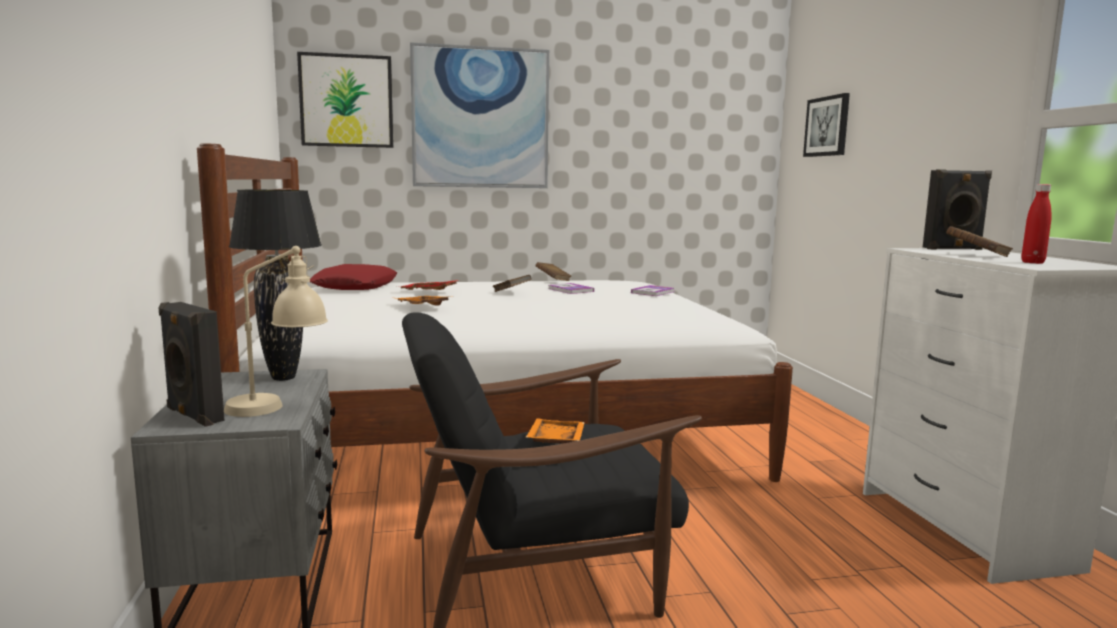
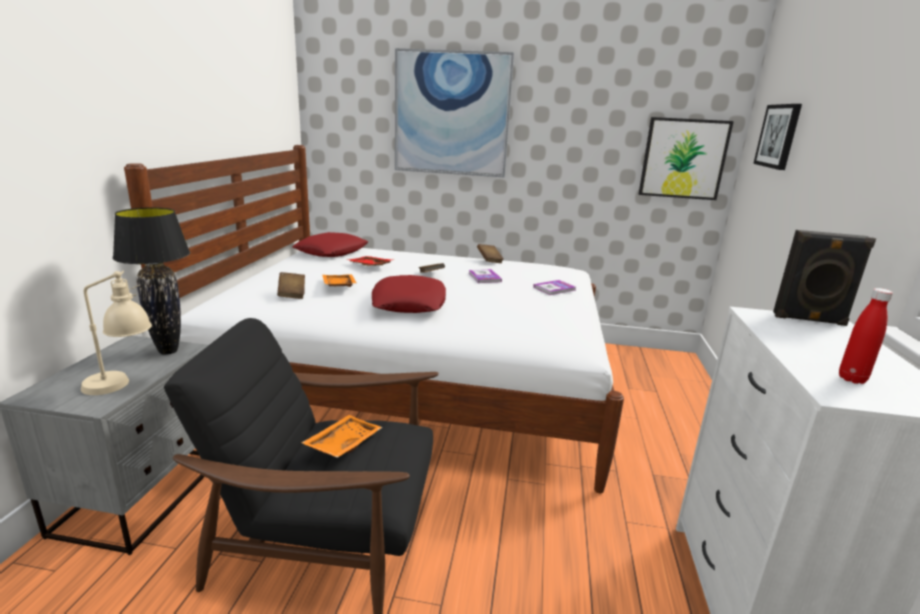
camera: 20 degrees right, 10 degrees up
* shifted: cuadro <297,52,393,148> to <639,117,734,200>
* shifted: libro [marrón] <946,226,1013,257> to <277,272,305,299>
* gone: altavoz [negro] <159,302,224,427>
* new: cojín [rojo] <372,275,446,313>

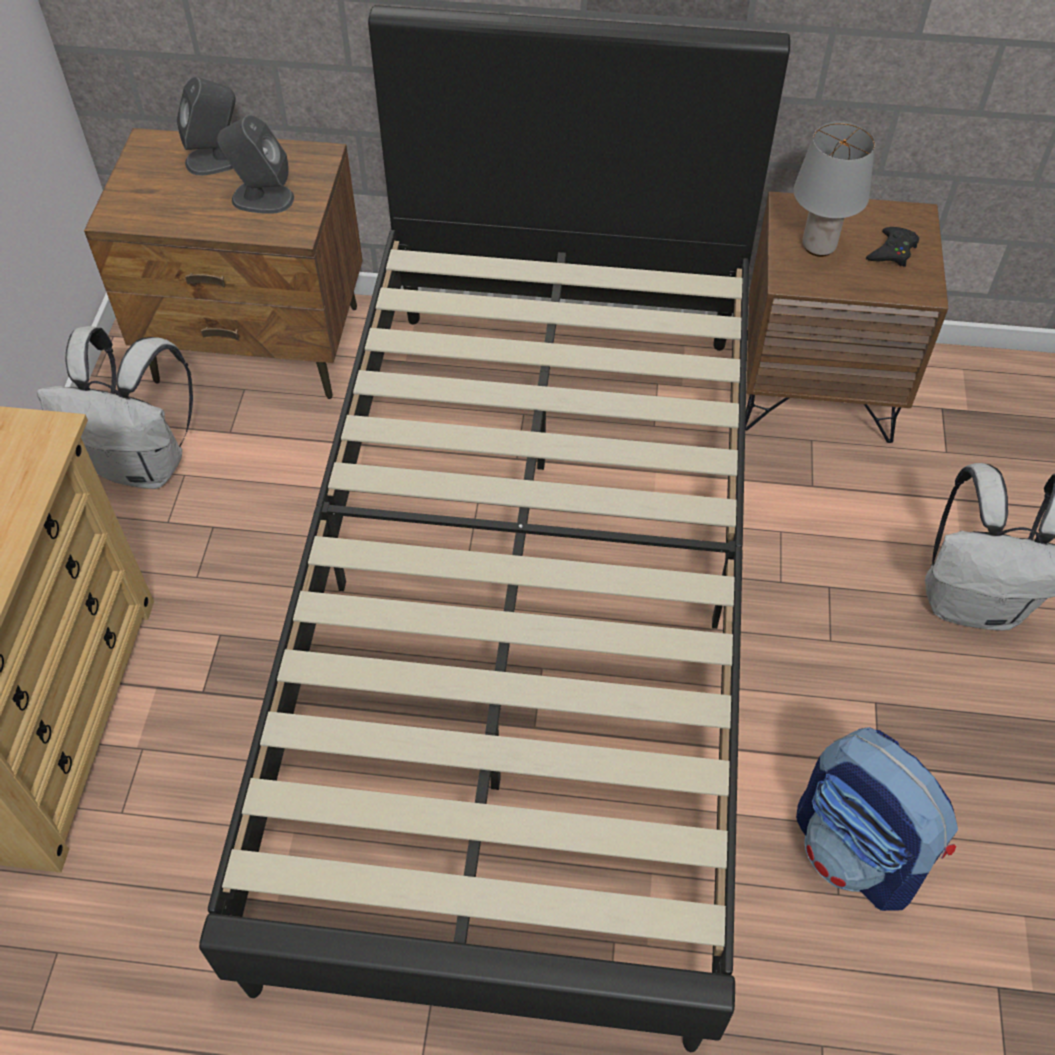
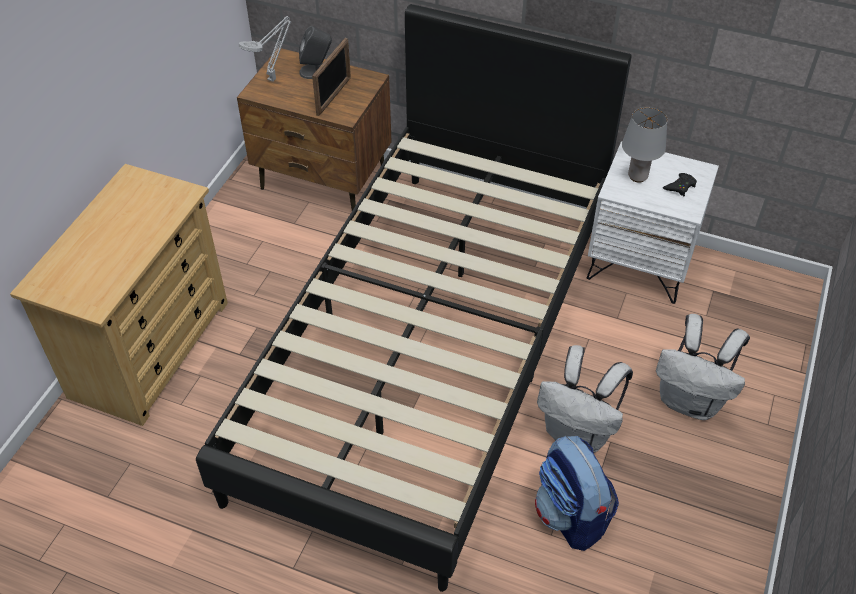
camera: 15 degrees right, 5 degrees down
* swapped: altavoz [gris] <216,115,294,214> to portarretratos <312,38,351,116>
* repainted: mesita de noche [marrón] <745,192,948,443> to mesita de noche [blanco] <587,141,719,304>
* shifted: mochila [blanco] <37,326,193,489> to <537,345,633,453>
* new: lámpara de mesa [gris] <239,16,291,82>

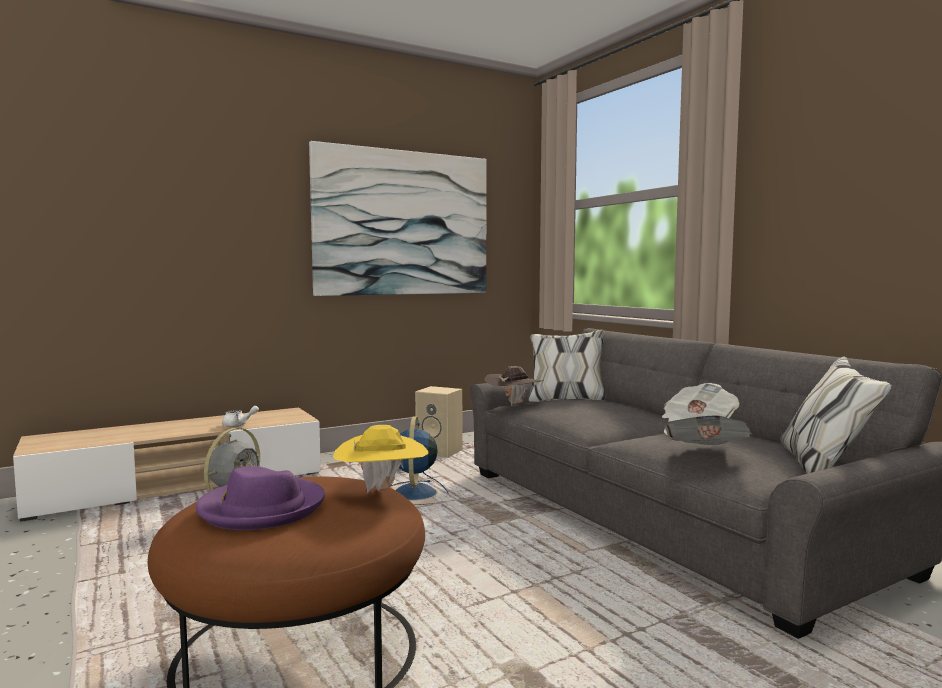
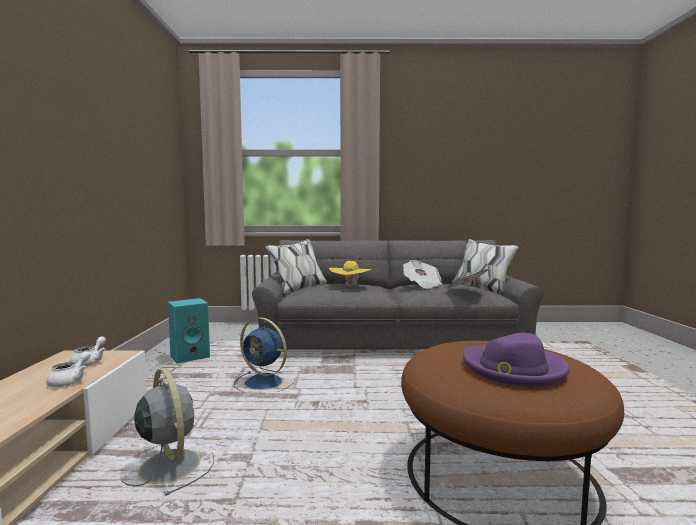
camera: 60 degrees left, 0 degrees up
* gone: cuadro <309,141,487,296>
* gone: sombrero [marrón] <484,366,544,406>
* repainted: altavoz [beis] <415,386,462,458> to altavoz [turquesa] <168,298,210,364>
* shifted: sombrero [amarillo] <333,425,428,493> to <329,261,372,287>
* new: tetera [blanco] <70,336,106,366>

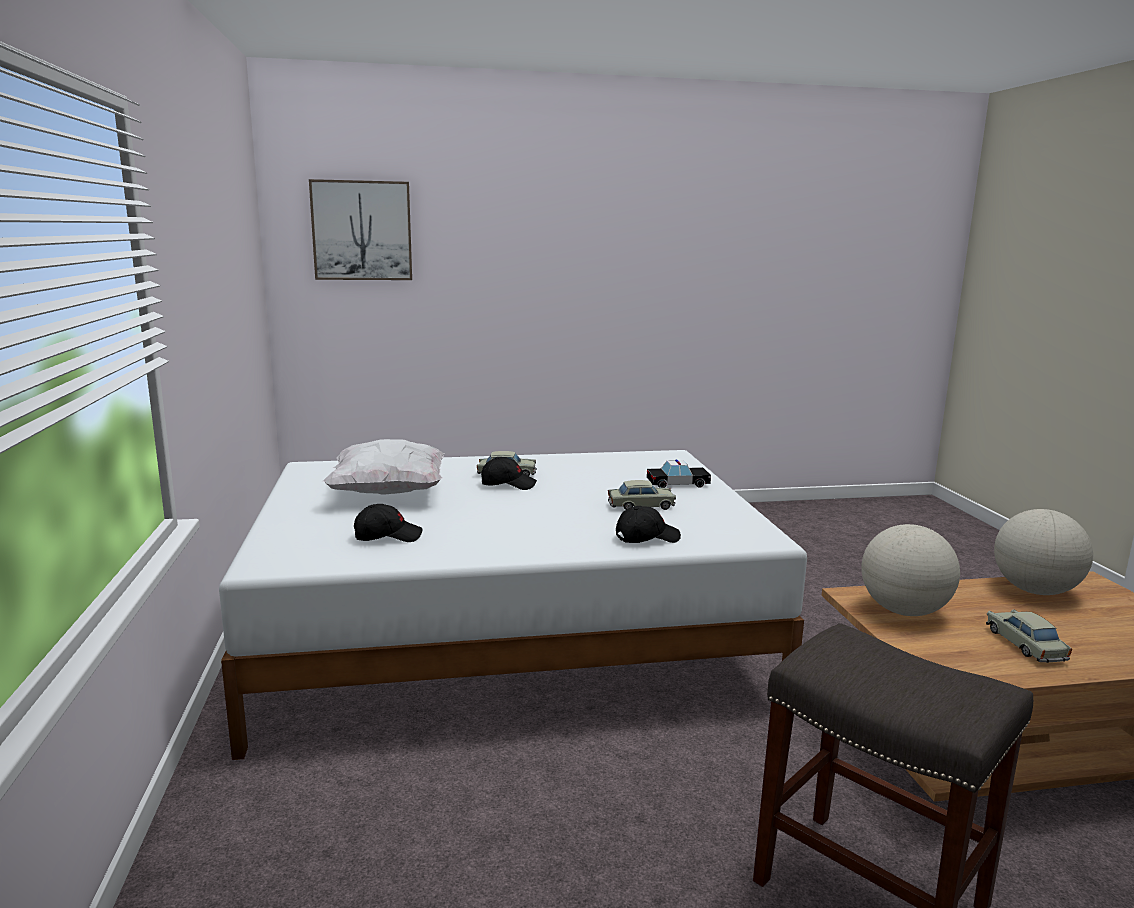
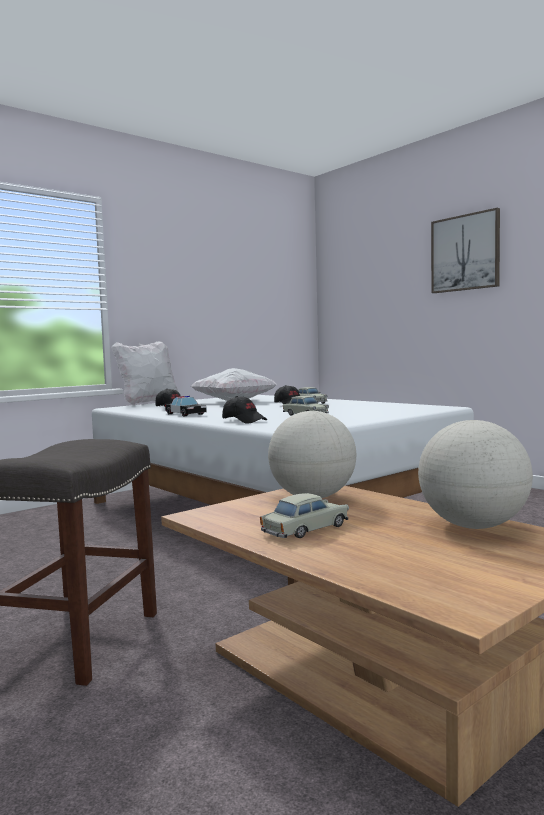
camera: 60 degrees right, 10 degrees down
* shifted: cuadro <309,179,412,280> to <431,208,500,293>
* shifted: coche de juguete <647,459,711,488> to <165,396,207,416>
* new: cojín [blanco] <111,341,178,406>

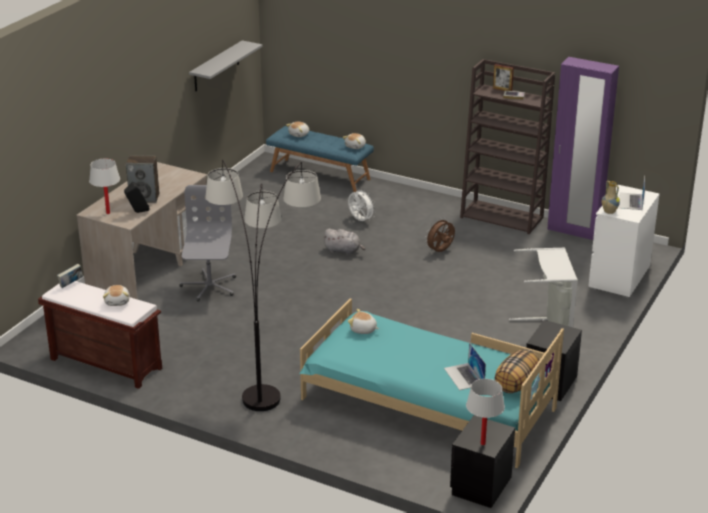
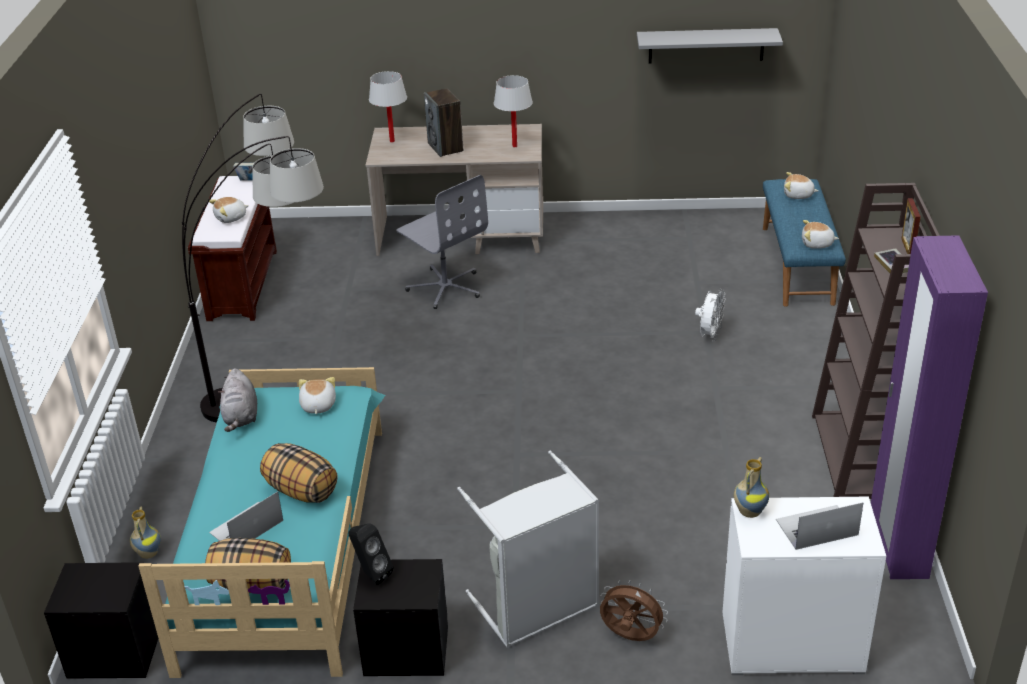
camera: 65 degrees right, 5 degrees up
* shifted: altavoz [negro] <124,182,150,213> to <349,523,393,585>
* rotated: silla de oficina [gris] <179,185,236,302> = <396,175,488,309> 75 degrees clockwise
* shifted: ventilador [marrón] <425,218,455,252> to <600,580,668,641>
* shifted: peluche [gris] <323,228,365,255> to <218,368,257,432>
* shifted: lámpara de mesa [blanco] <466,379,505,445> to <494,75,533,147>
* new: cojín <260,443,337,503>
* new: florero <130,507,161,559>

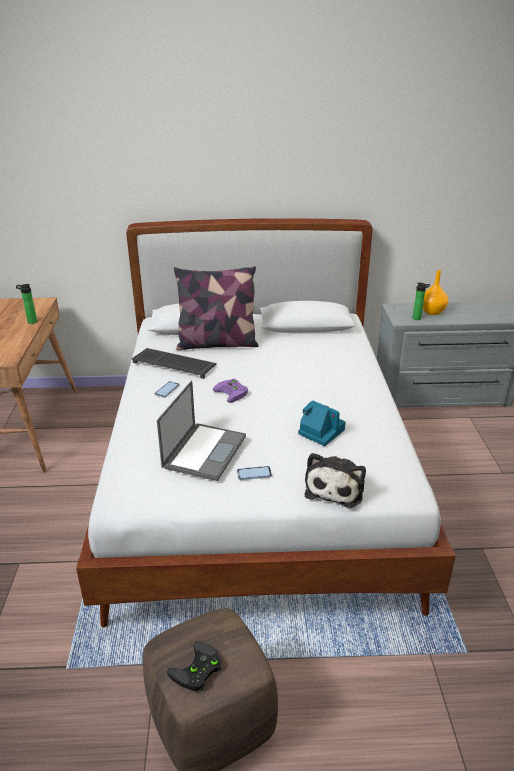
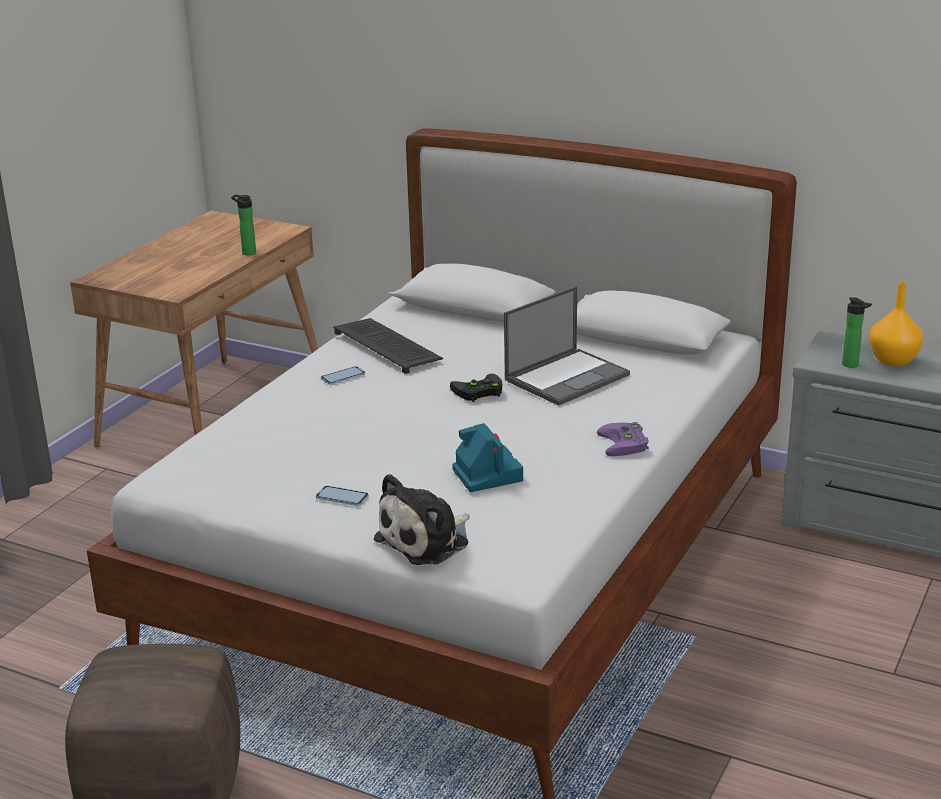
camera: 30 degrees right, 5 degrees down
* gone: cojín <174,266,259,350>
* shifted: mando de consola [morado] <213,378,248,403> to <597,422,649,456>
* shifted: portátil <157,381,246,481> to <504,286,630,406>
* shifted: mando de consola [negro] <167,641,221,691> to <450,374,502,402>

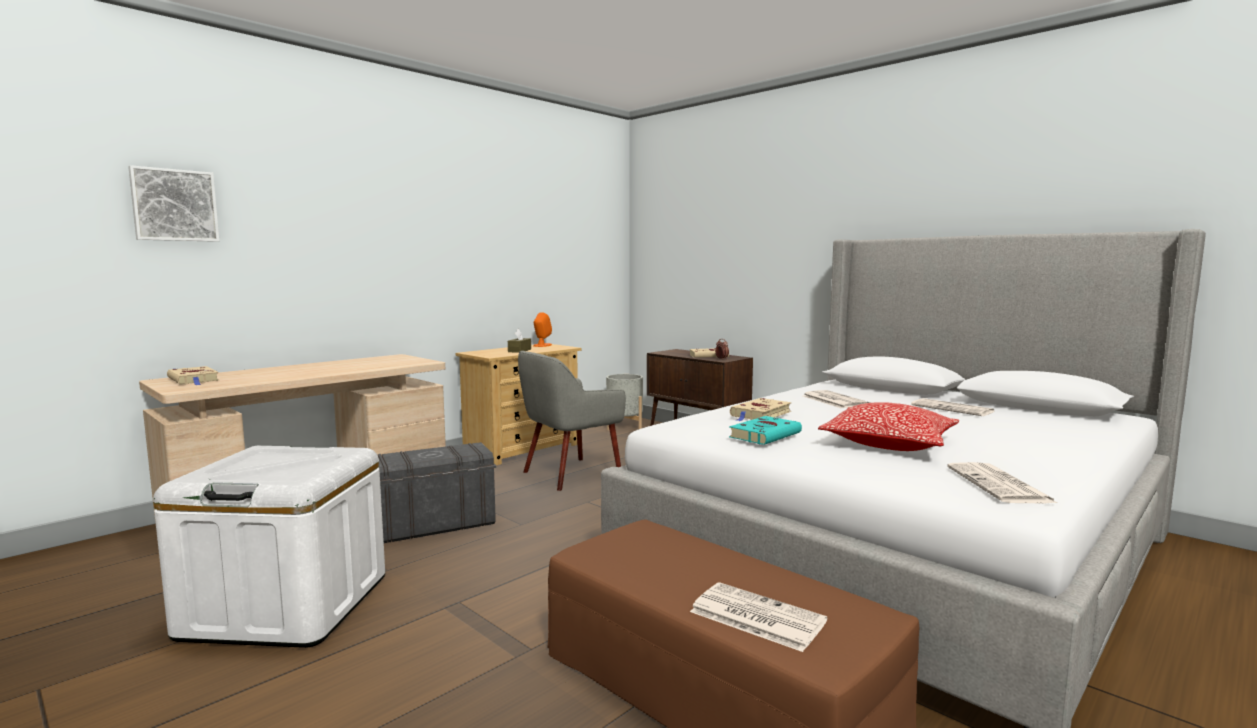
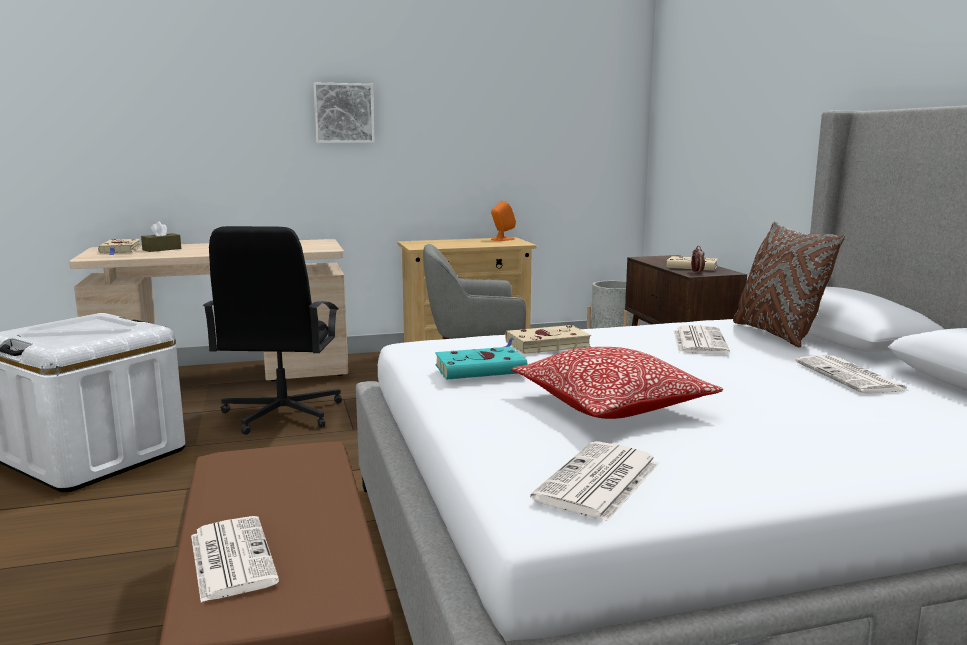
camera: 30 degrees right, 5 degrees up
* shifted: cuadro <128,165,219,242> to <313,83,375,143>
* shifted: caja de pañuelos [marrón] <508,329,531,353> to <141,221,181,252>
* swapped: caja de almacenaje [gris] <378,442,497,543> to silla de oficina [negro] <203,226,342,435>
* new: cojín [marrón] <733,221,845,347>

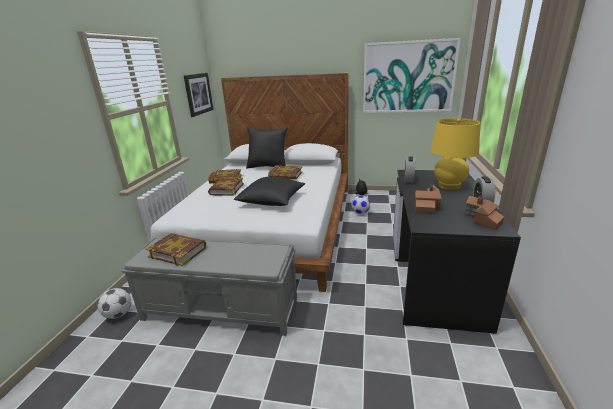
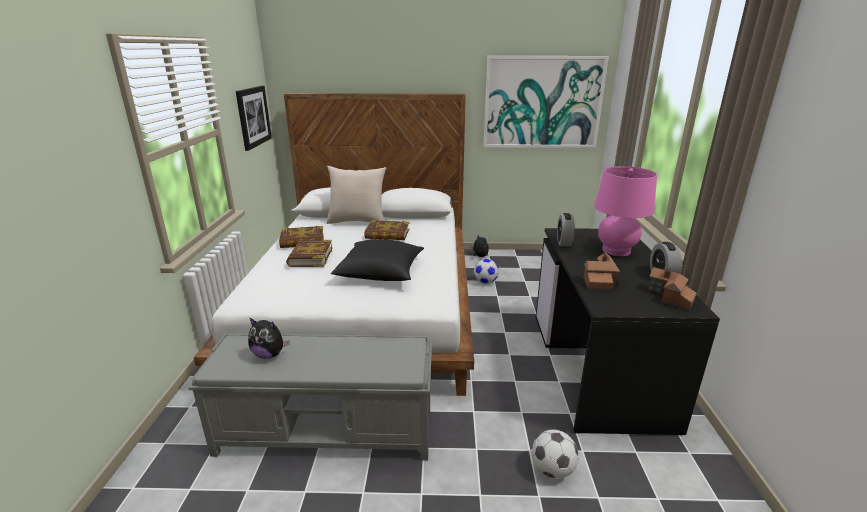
camera: 10 degrees left, 0 degrees up
* repainted: lámpara de mesa [amarillo] <431,118,480,190> to lámpara de mesa [rosa] <594,166,657,256>
* repainted: cojín [negro] <246,127,288,168> to cojín [beis] <327,166,386,224>
* swapped: libro <146,233,206,266> to peluche <248,318,290,359>
* shifted: balón de fútbol <98,288,131,319> to <532,430,579,479>

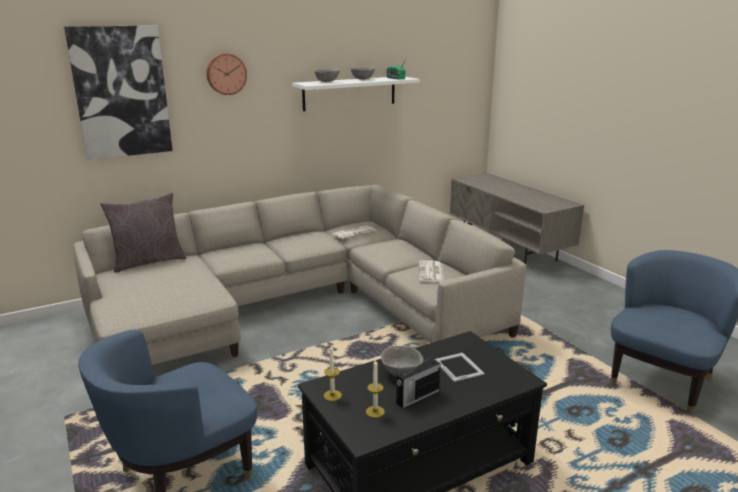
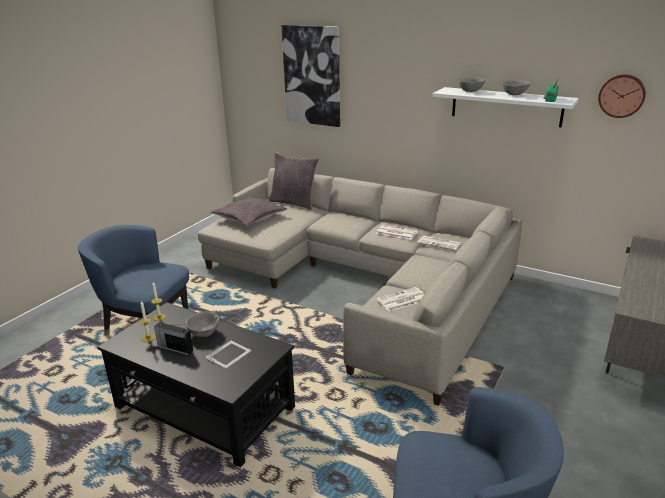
camera: 60 degrees right, 5 degrees up
* shifted: reloj de pared <206,53,247,95> to <598,74,646,118>
* new: cojín [gris] <211,196,287,226>
* new: periódico <377,224,418,240>

